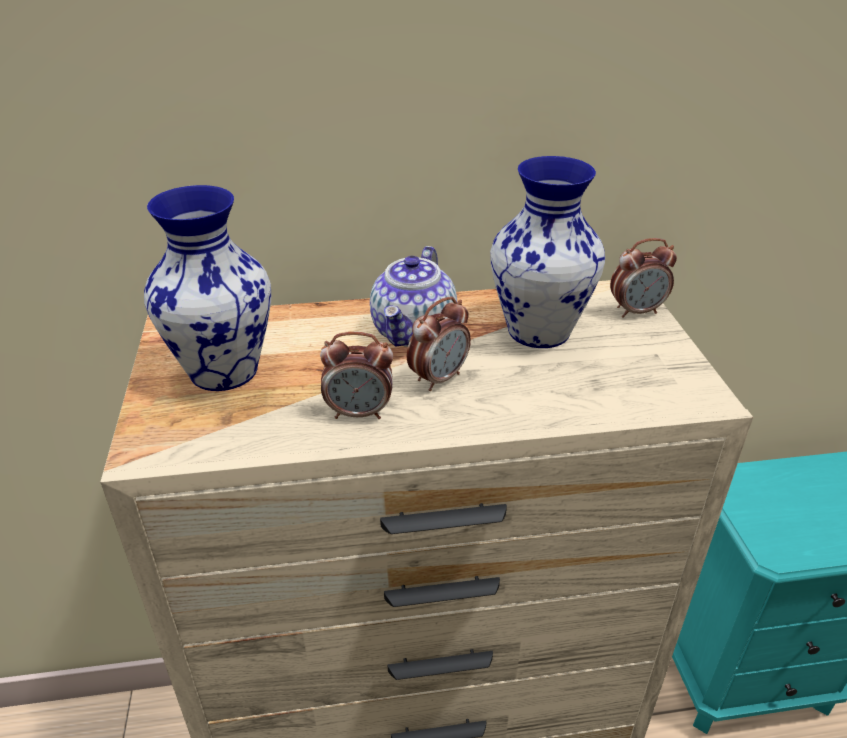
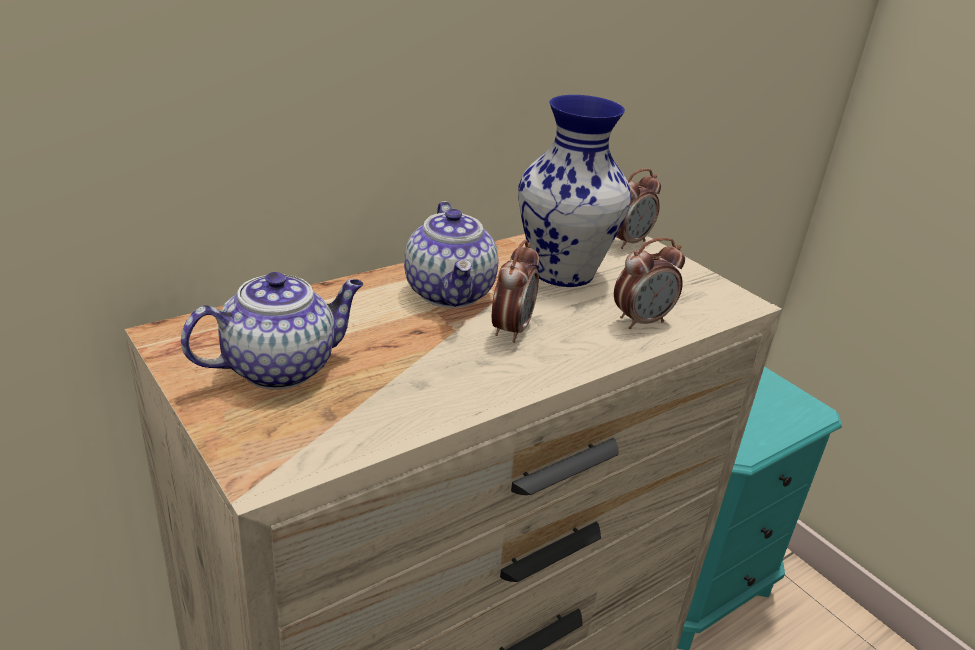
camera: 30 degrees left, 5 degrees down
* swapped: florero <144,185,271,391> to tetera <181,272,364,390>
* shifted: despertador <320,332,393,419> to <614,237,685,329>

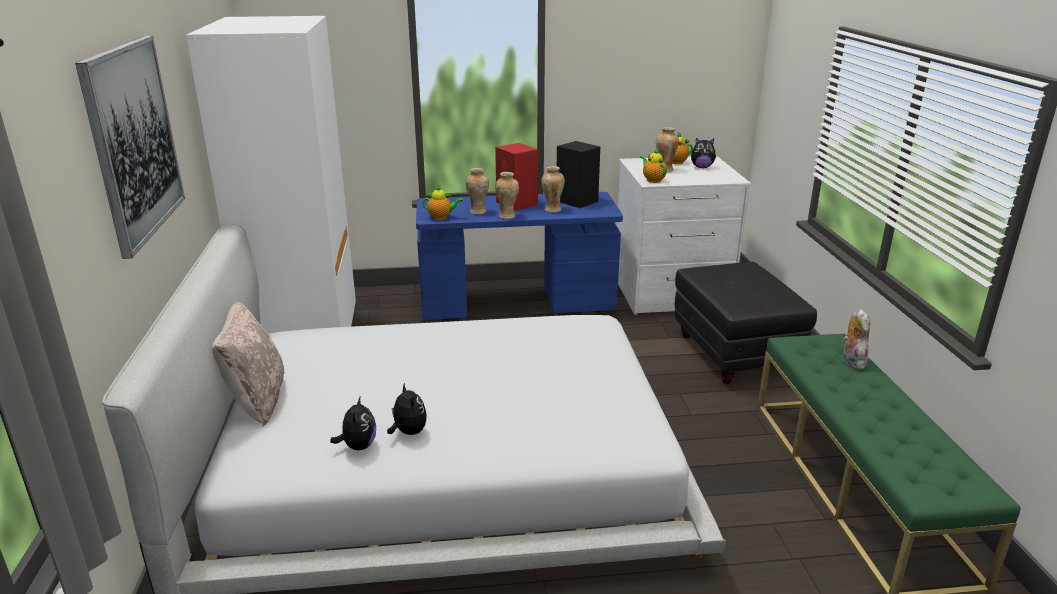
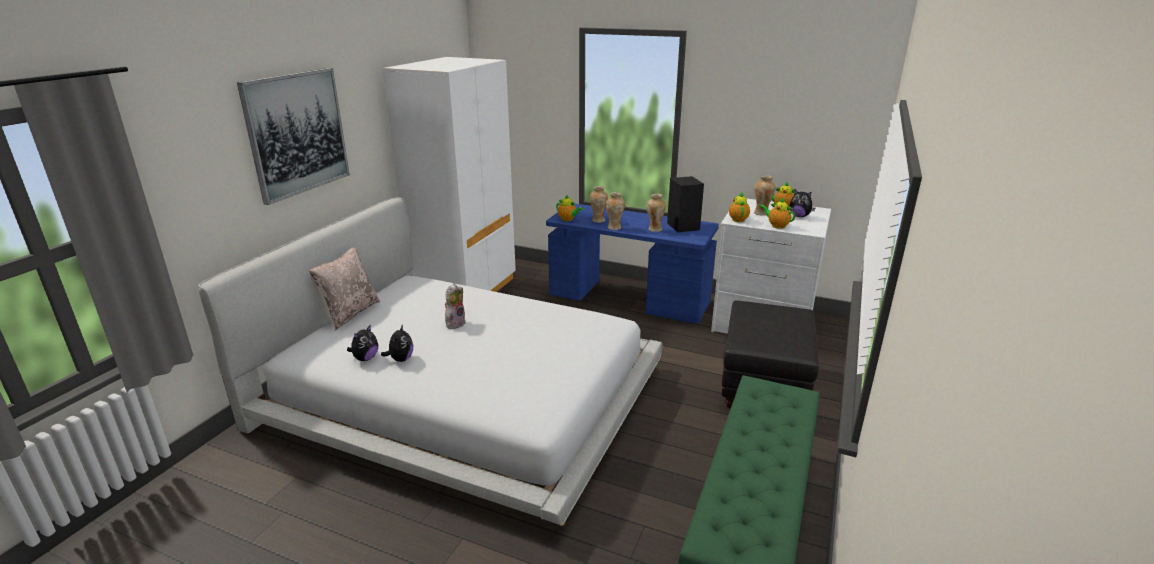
camera: 30 degrees right, 0 degrees up
* gone: altavoz [rojo] <495,143,538,211>
* shifted: peluche <843,309,870,369> to <445,284,465,329>
* new: tetera <760,198,795,229>

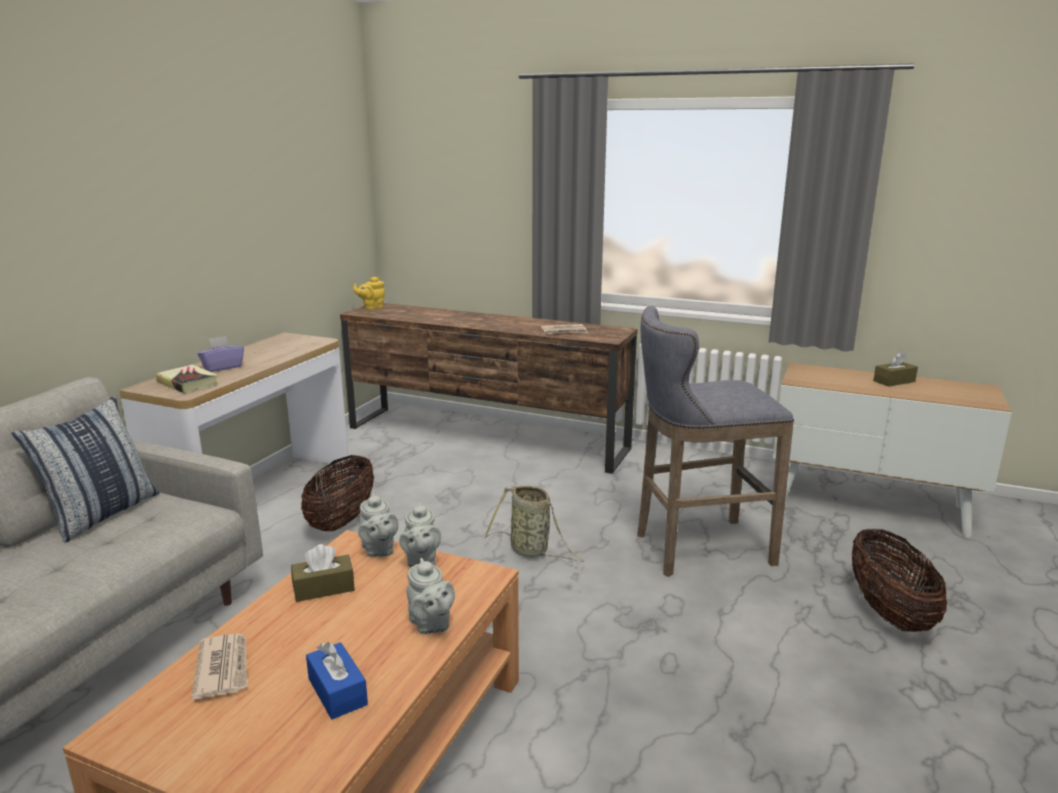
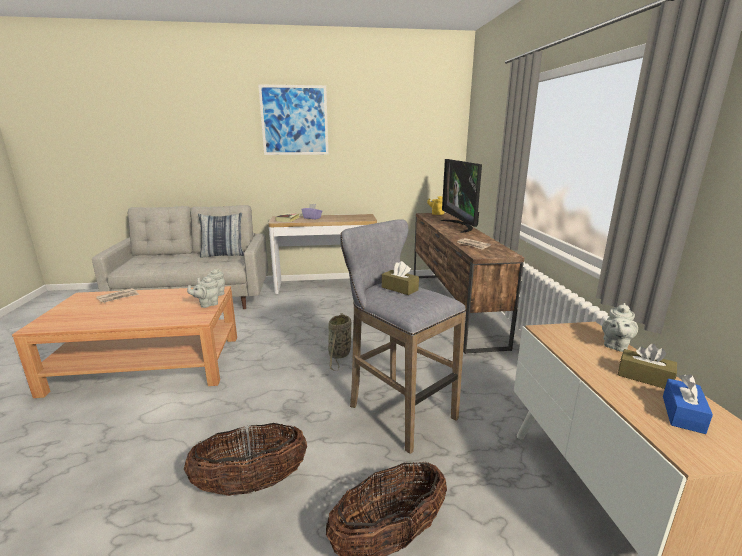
camera: 60 degrees right, 0 degrees up
* shifted: cesta <301,455,374,531> to <184,423,307,496>
* shifted: caja de pañuelos [marrón] <291,544,355,602> to <382,261,419,295>
* shifted: tetera [gris] <407,558,455,634> to <602,303,638,352>
* shifted: caja de pañuelos [azul] <306,642,368,719> to <663,374,713,434>
* new: cuadro <258,84,329,155>
* new: televisor <441,159,482,233>

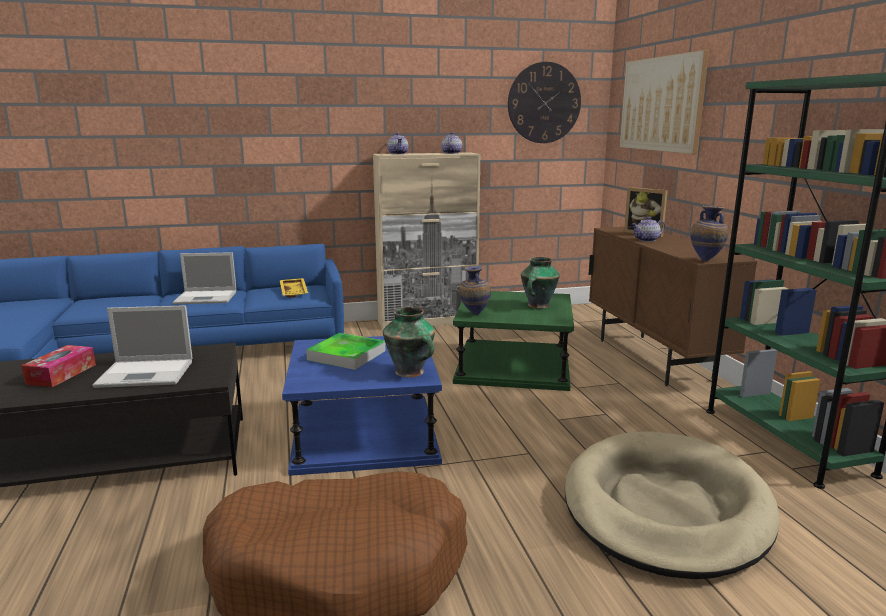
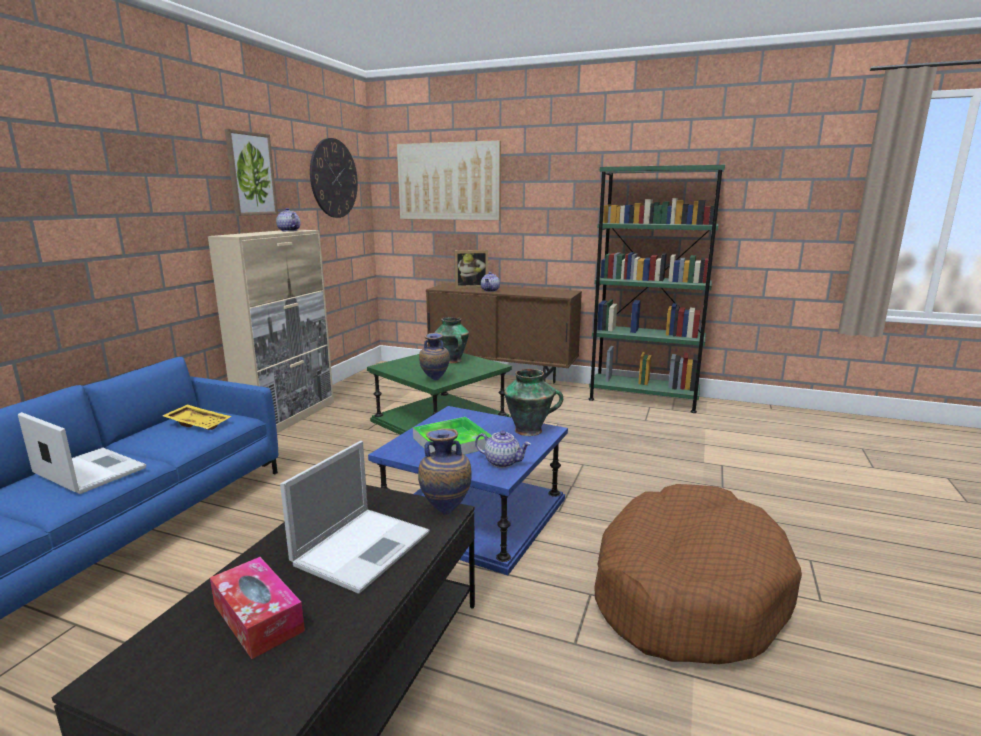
camera: 55 degrees left, 0 degrees up
* shifted: tetera <387,132,408,154> to <475,430,531,468>
* shifted: florero <690,206,729,261> to <418,429,472,515>
* rotated: portátil <173,252,236,304> = <18,412,146,494> 90 degrees counterclockwise
* gone: cama para perro [beis] <565,431,780,579>
* new: cuadro <225,129,278,216>

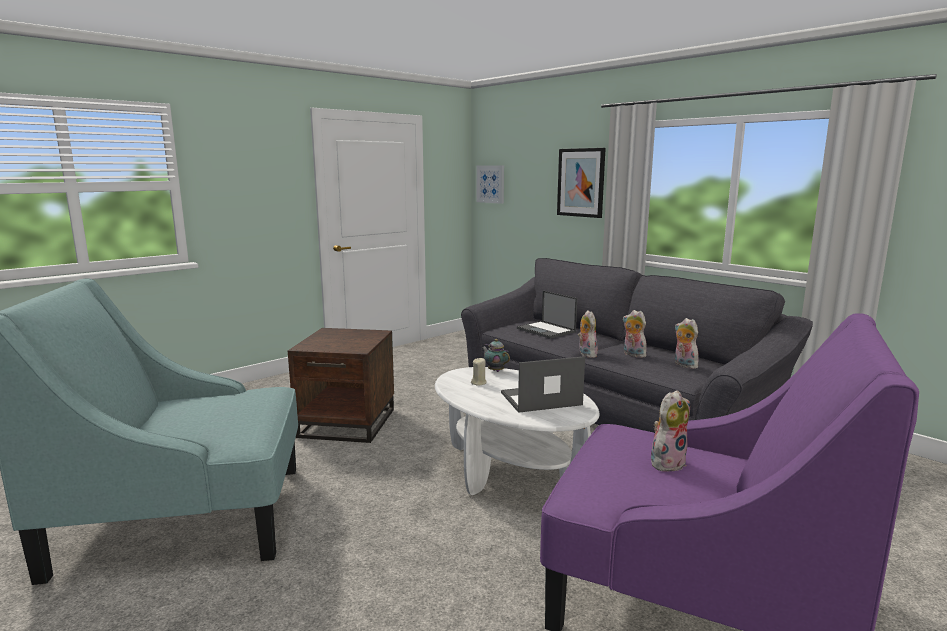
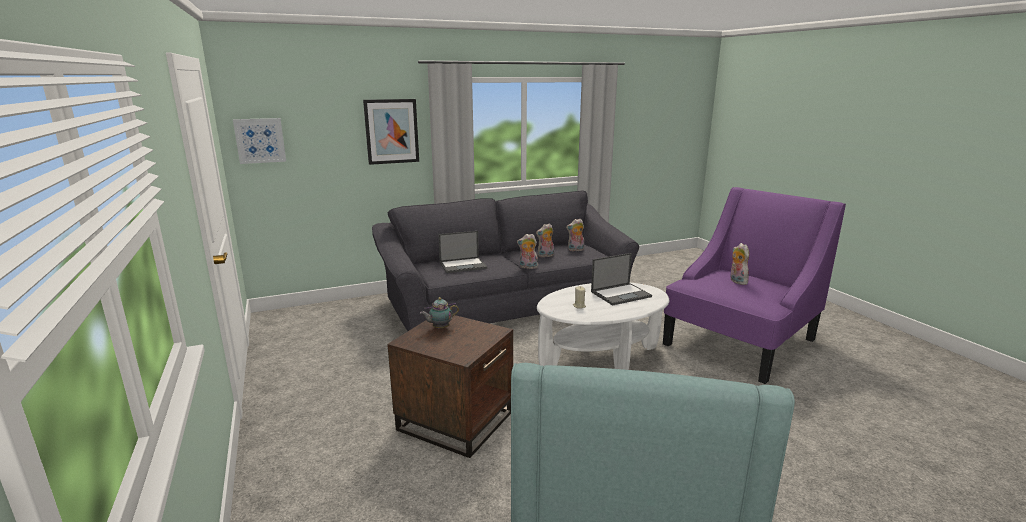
camera: 70 degrees left, 5 degrees up
* shifted: tetera <481,339,510,372> to <420,297,459,329>
* rotated: portátil <501,356,585,413> = <591,253,652,306> 120 degrees counterclockwise

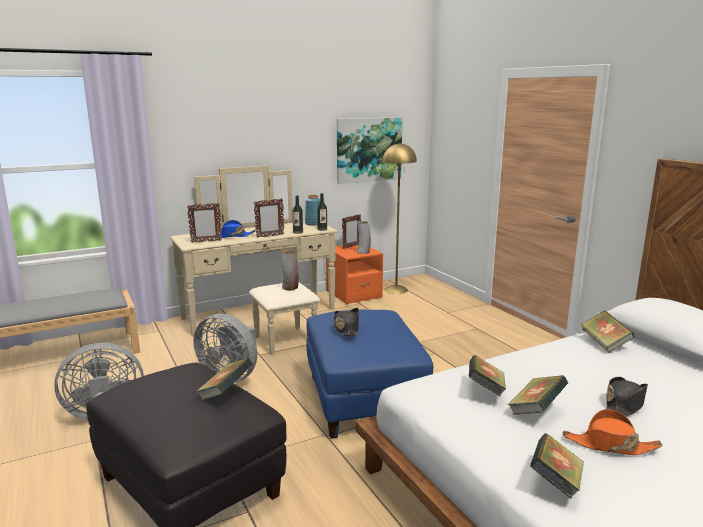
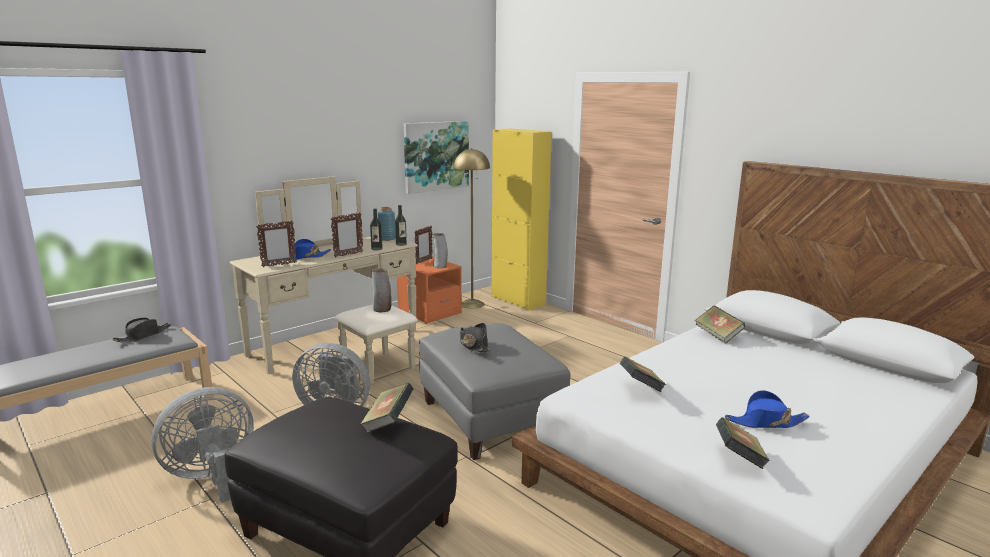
camera: 15 degrees left, 0 degrees up
* repainted: puf [azul] <306,310,433,439> to puf [gris] <419,324,570,460>
* gone: libro <507,375,568,415>
* shifted: sombrero [negro] <606,377,648,417> to <112,317,171,343>
* repainted: sombrero [naranja] <563,409,663,455> to sombrero [azul] <725,390,810,428>
* new: armario [amarillo] <492,128,552,310>

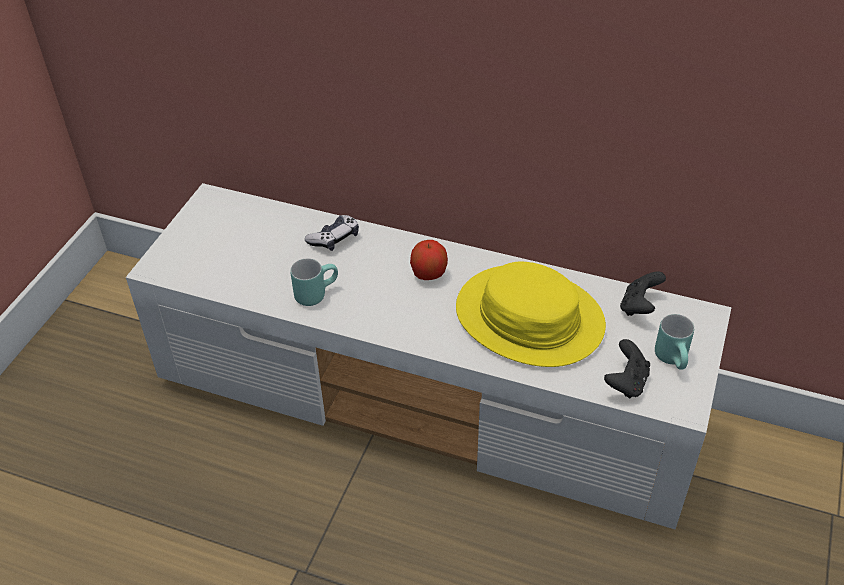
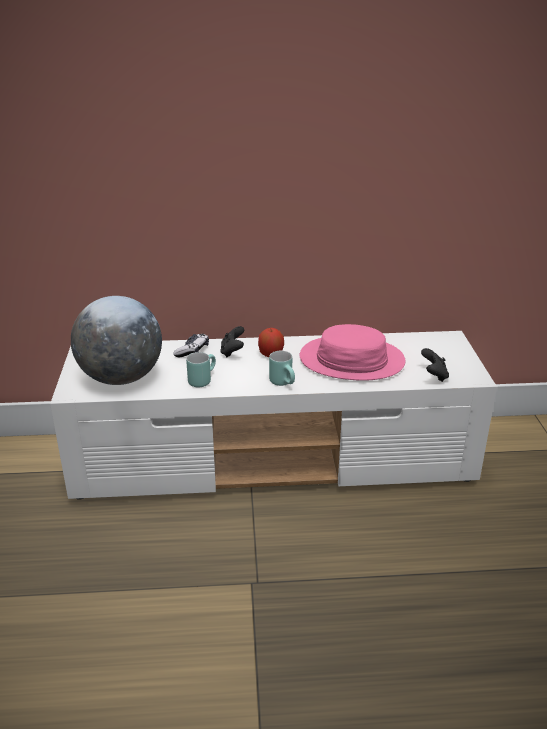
camera: 25 degrees left, 15 degrees down
* repainted: sombrero [amarillo] <456,262,606,367> to sombrero [rosa] <300,324,405,381>
* shifted: mando de consola [negro] <620,271,666,316> to <220,326,244,357>
* shifted: taza grande [turquesa] <655,314,694,370> to <269,351,295,386>
* new: globo terráqueo <71,296,162,385>

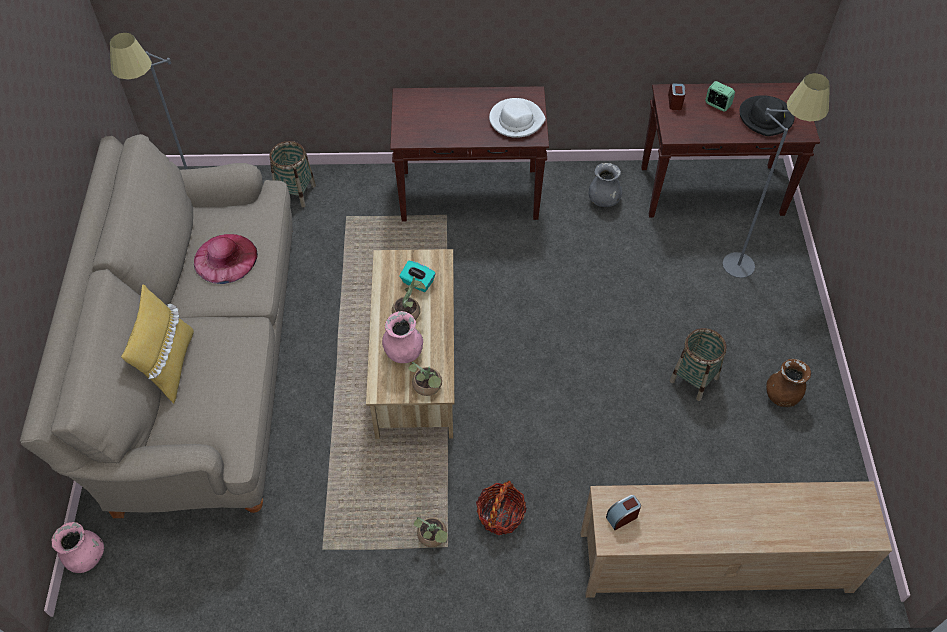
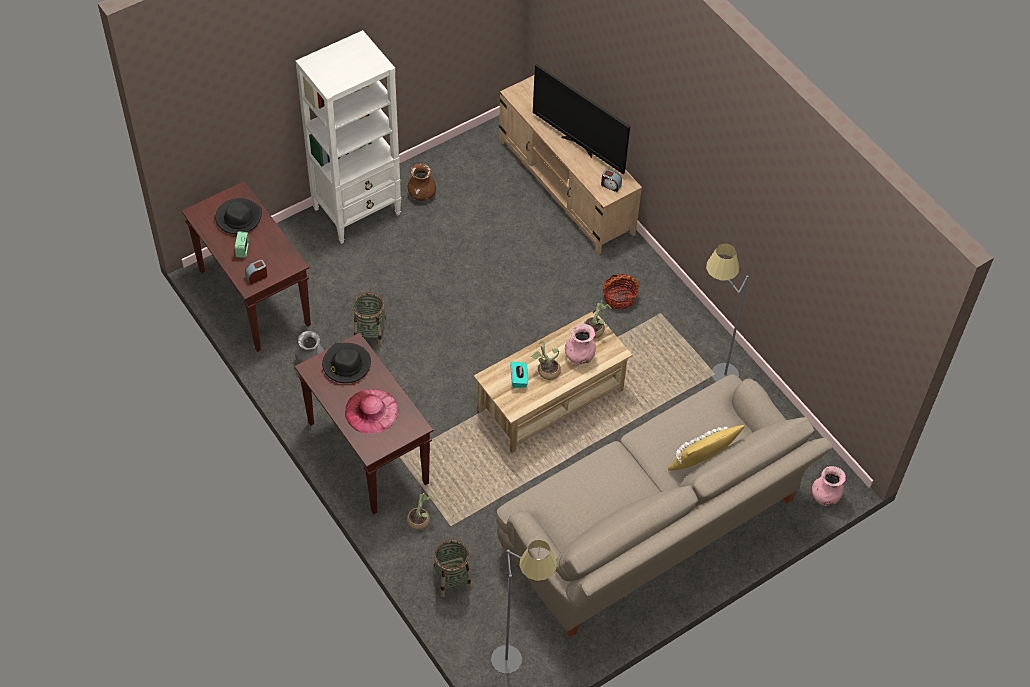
camera: 125 degrees left, 0 degrees up
* shifted: lámpara de pie [gris] <723,73,830,278> to <706,243,748,382>
* repainted: sombrero [blanco] <489,98,546,138> to sombrero [negro] <322,343,371,383>
* shifted: sombrero [rosa] <194,234,258,284> to <345,389,398,434>
* shifted: cesta <670,328,727,401> to <352,292,387,347>
* shifted: planta en maceta <414,517,448,547> to <407,493,434,530>
* new: estantería [blanco] <296,30,401,244>
* new: televisor <533,64,630,174>

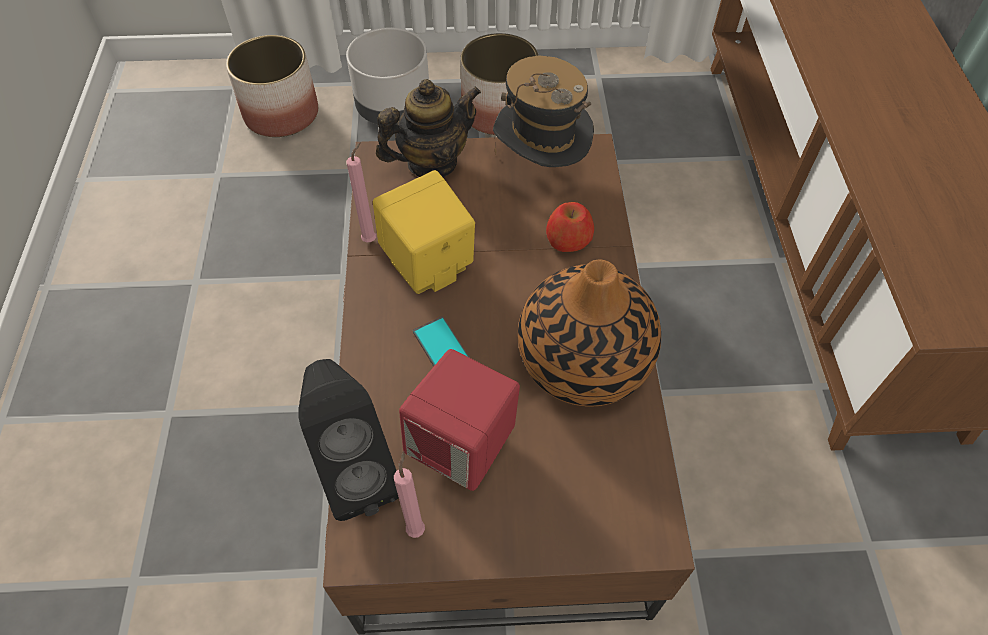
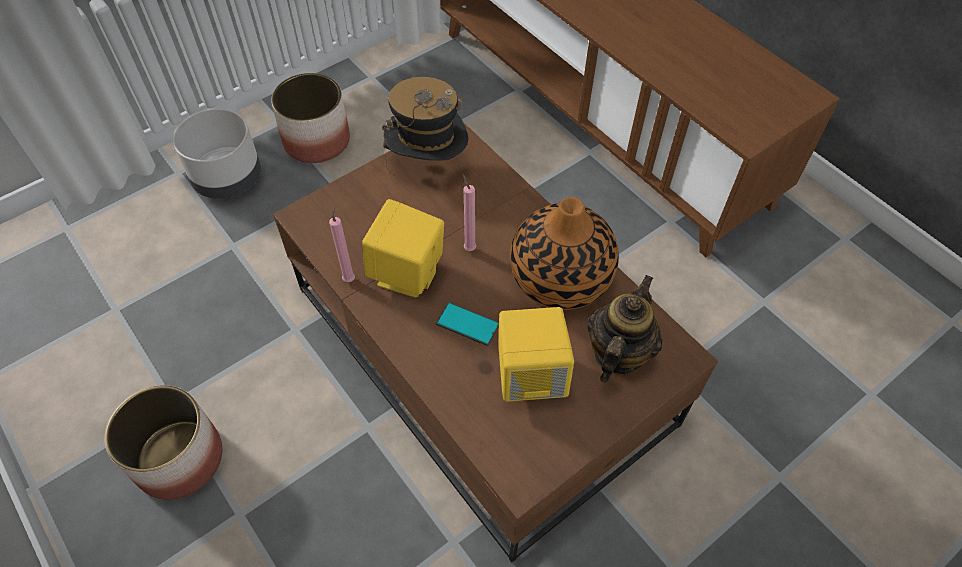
camera: 35 degrees left, 0 degrees up
* shifted: maceta <226,35,318,137> to <104,385,222,500>
* shifted: tetera <376,79,481,177> to <587,275,663,383>
* gone: manzana <546,202,594,252>
* repainted: altavoz [rojo] <399,349,520,491> to altavoz [amarillo] <498,307,574,402>
* gone: altavoz [negro] <298,359,399,521>
* shifted: vela [rosa] <394,451,425,538> to <463,174,476,251>

